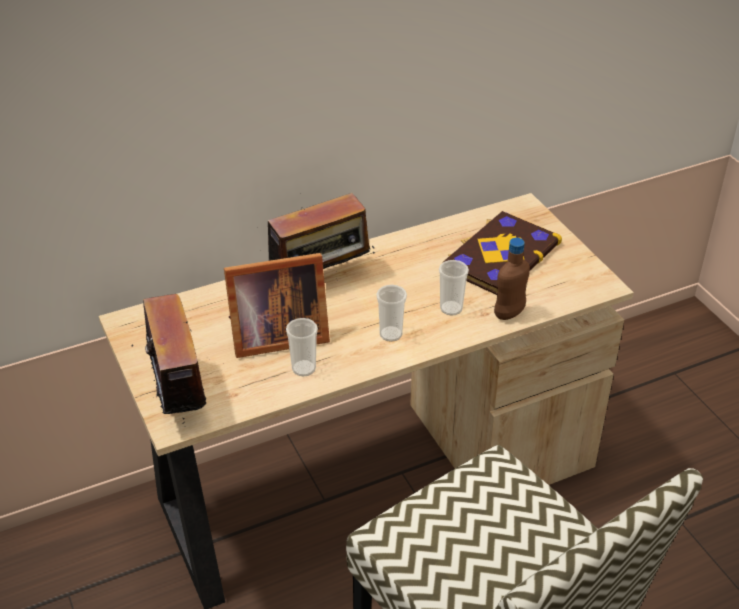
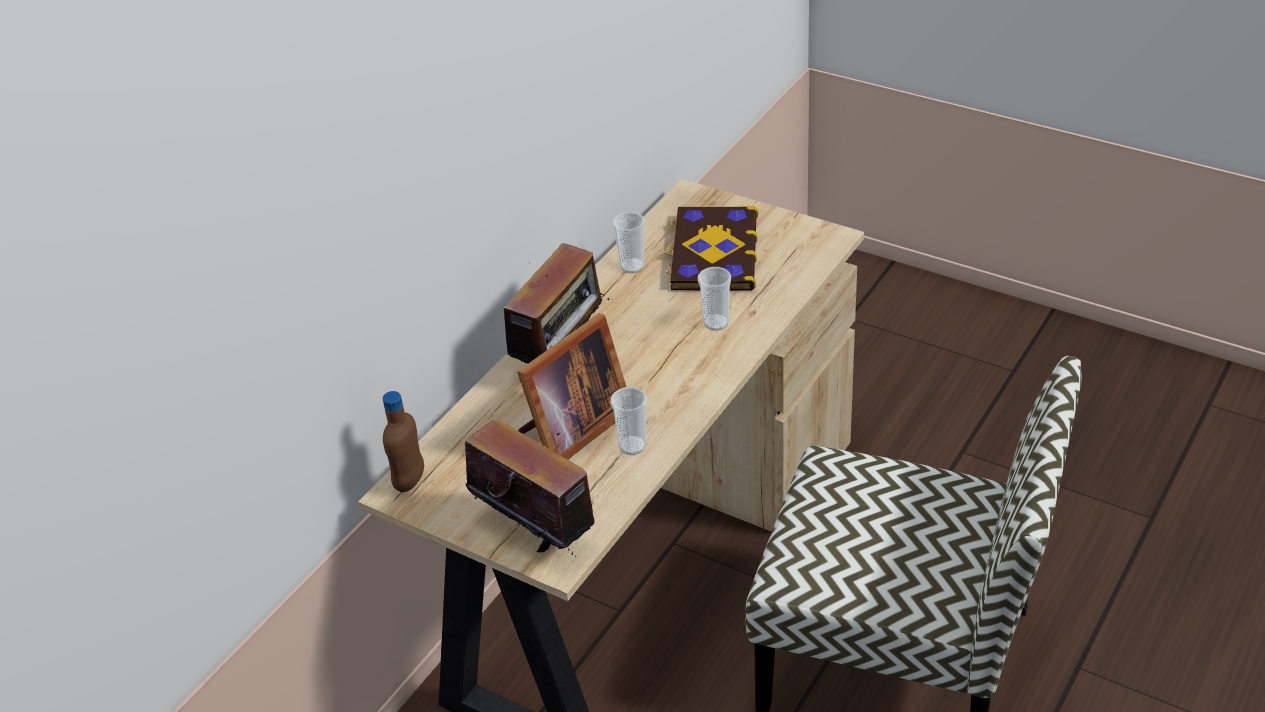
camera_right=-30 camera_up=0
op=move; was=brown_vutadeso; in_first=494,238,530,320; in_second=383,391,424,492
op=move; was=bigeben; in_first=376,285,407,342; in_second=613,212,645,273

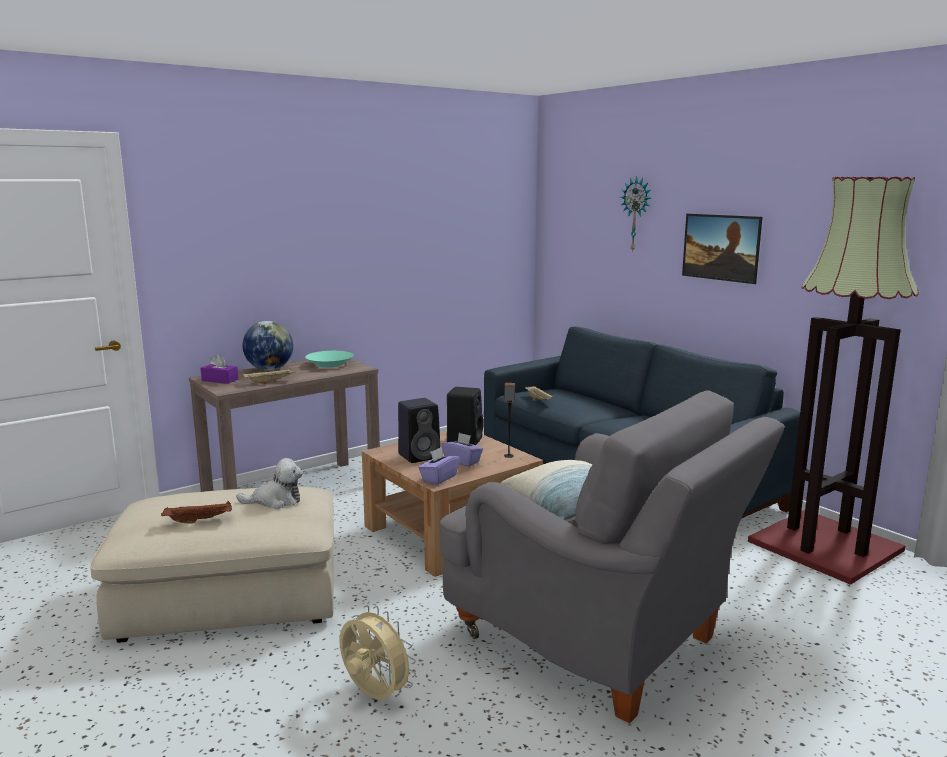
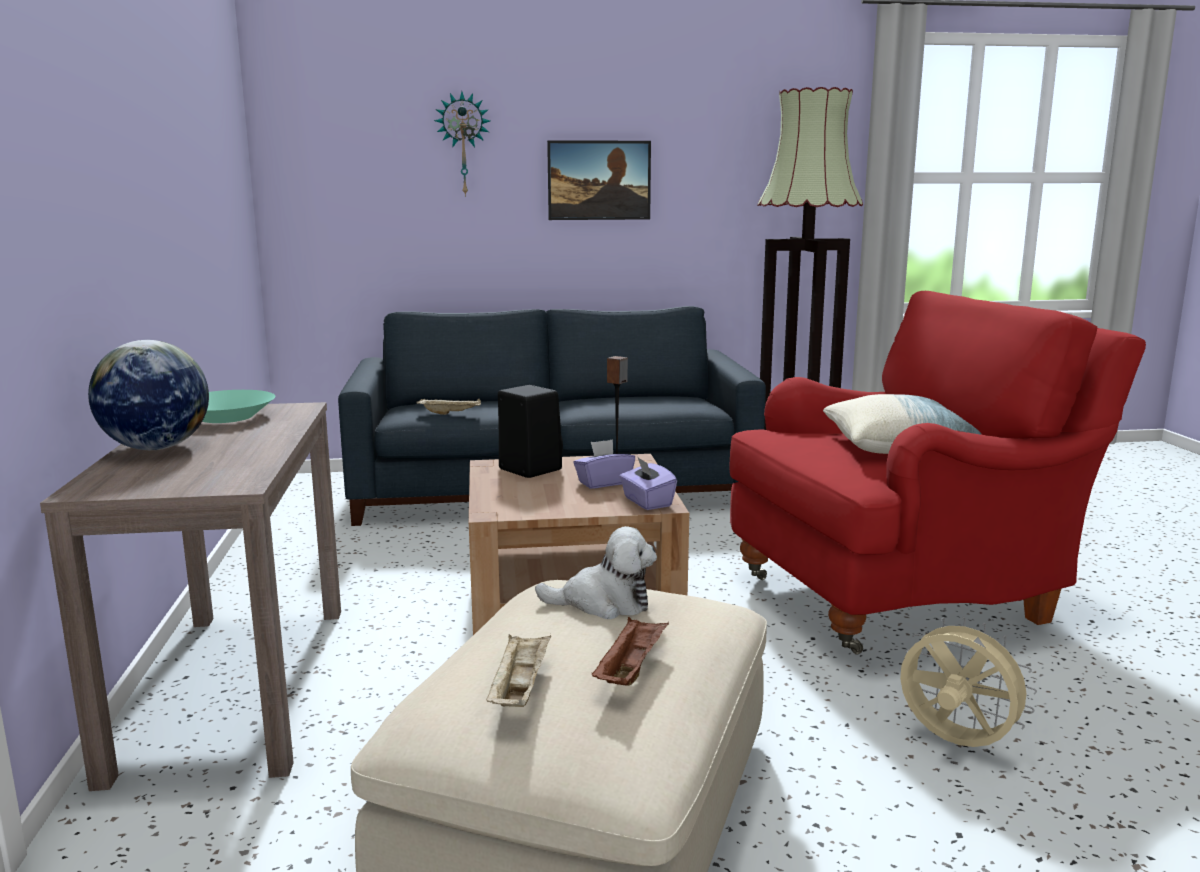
camera_right=-60 camera_up=0
op=delete; was=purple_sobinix; in_first=201,354,238,384
op=move; was=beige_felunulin; in_first=243,368,296,384; in_second=486,634,551,707
op=recolor; was=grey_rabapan; now=red_rabapan; in_first=440,391,785,724; in_second=729,291,1146,654
op=delete; was=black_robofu; in_first=398,398,440,463
op=rotate; was=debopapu; in_first=236,458,303,509; in_second=535,526,657,619; clockwise=75
op=rotate; was=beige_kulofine; in_first=339,605,416,700; in_second=900,617,1037,747; clockwise=60

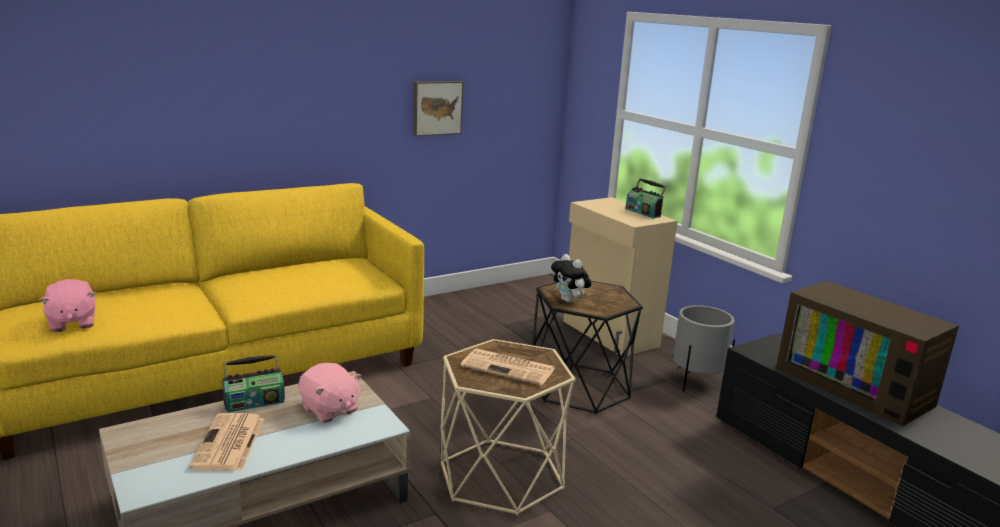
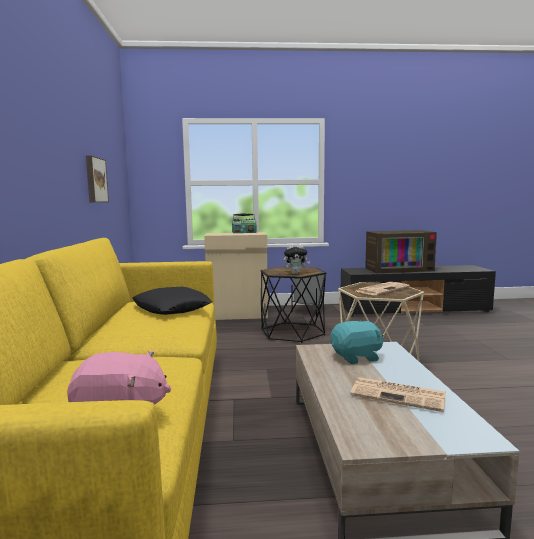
camera_right=-60 camera_up=-10
op=delete; was=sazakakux; in_first=222,355,285,413
op=recolor; was=pink_debopapu; now=turquoise_debopapu; in_first=299,363,362,423; in_second=330,320,384,364
op=insert; now=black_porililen; in_second=132,287,212,315

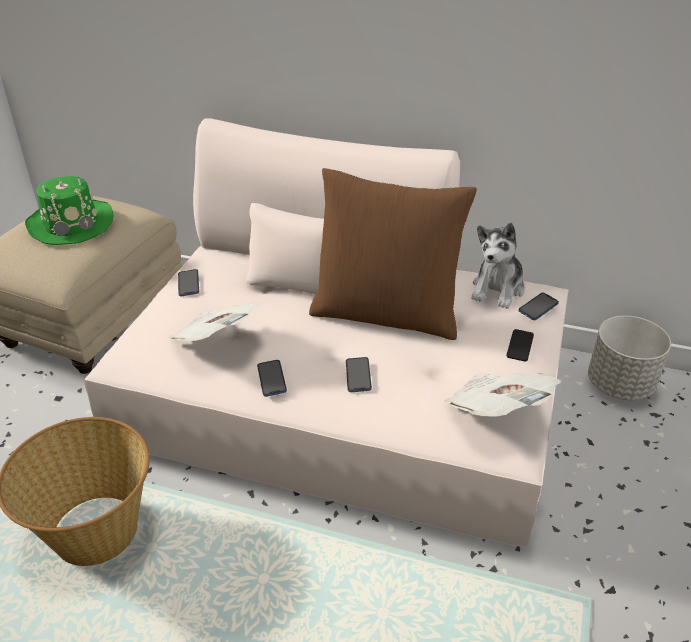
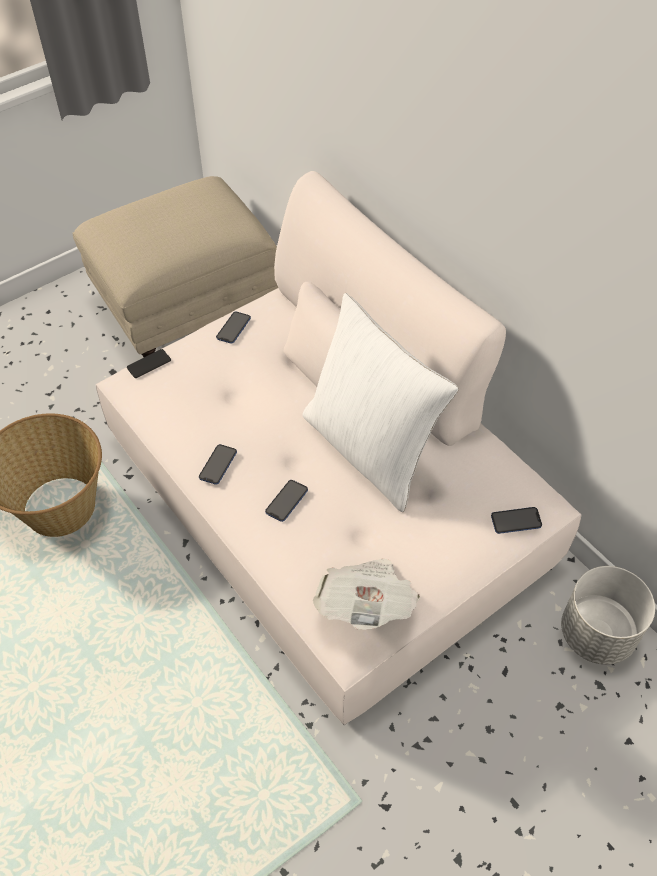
camera_right=35 camera_up=15
op=recolor; was=brown_porililen; now=white_porililen; in_first=309,168,477,340; in_second=303,293,459,512
op=delete; was=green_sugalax; in_first=25,176,114,245
op=delete; was=debopapu; in_first=472,222,525,309
op=delete; was=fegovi; in_first=168,302,262,342
op=move; was=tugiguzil; in_first=506,329,534,362; in_second=127,349,171,378

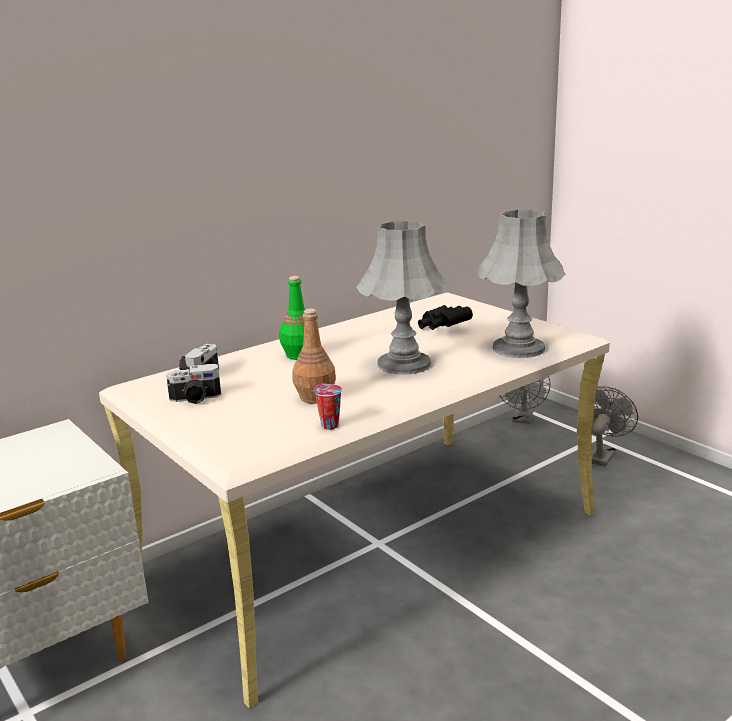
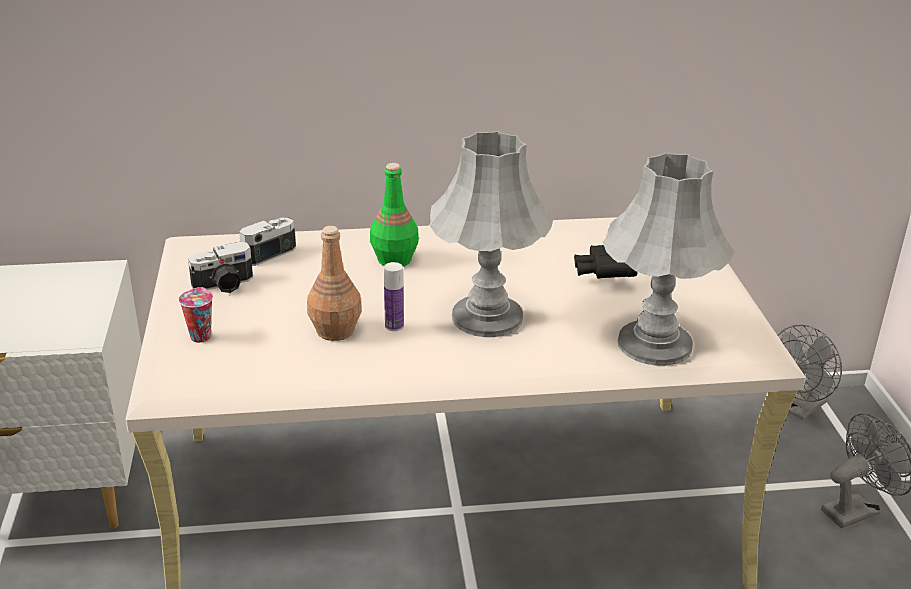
camera_right=30 camera_up=10
op=rotate; was=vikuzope; in_first=166,364,221,404; in_second=188,242,253,293; clockwise=-45
op=move; was=bigeben; in_first=314,384,342,430; in_second=179,287,213,343
op=insert; now=vutadeso; in_second=384,262,404,331

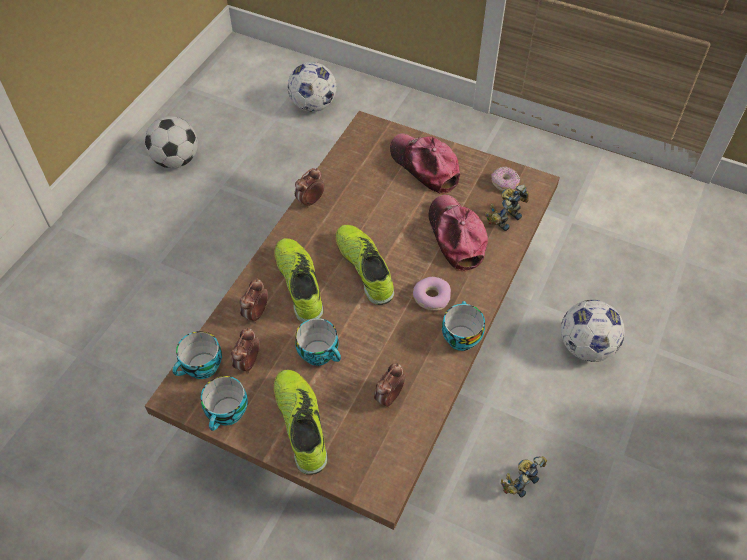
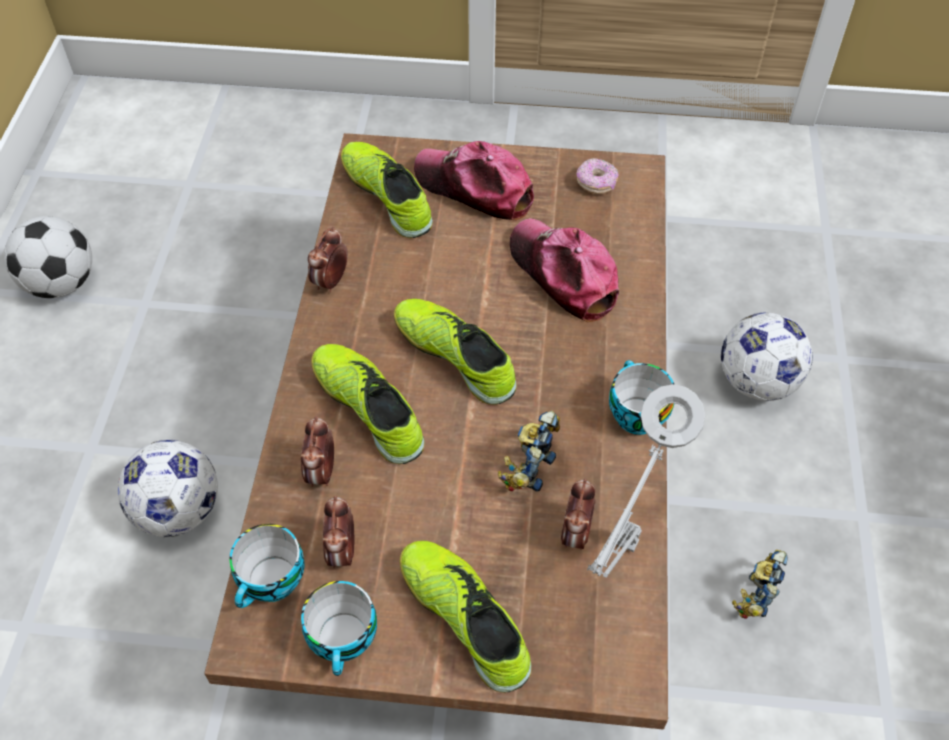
camera_right=-20 camera_up=0
op=move; was=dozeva; in_first=288,62,337,112; in_second=118,440,218,537
op=move; was=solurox; in_first=485,185,529,231; in_second=498,411,560,492
op=delete; was=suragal; in_first=413,277,451,311
op=delete; was=bigeben; in_first=295,318,341,366
op=insert; now=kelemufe; in_second=341,142,433,238
op=insert; now=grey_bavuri; in_second=587,384,705,578

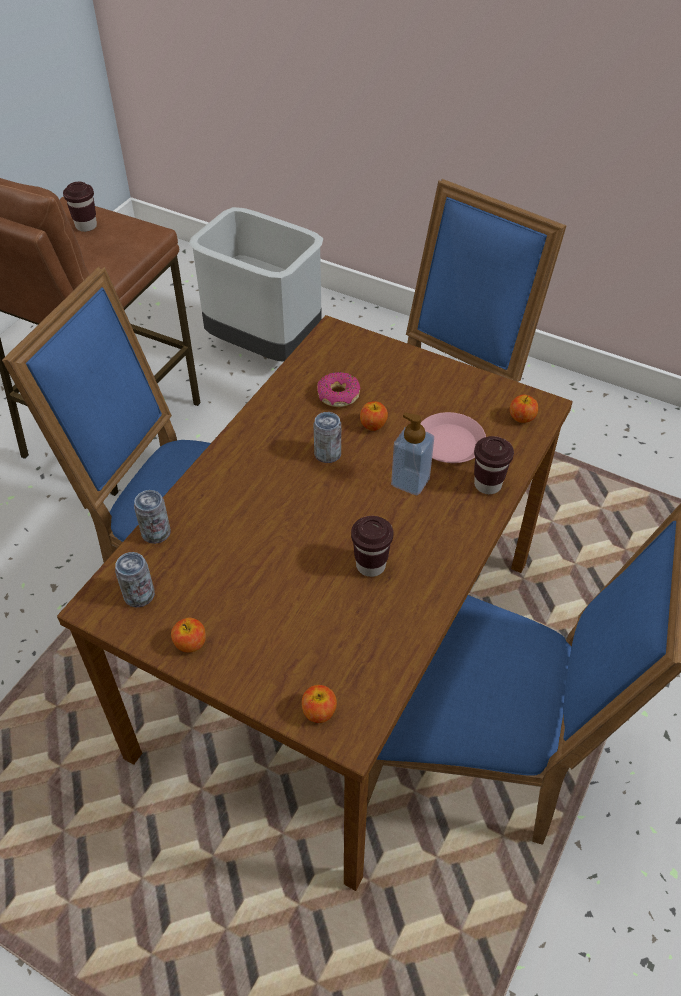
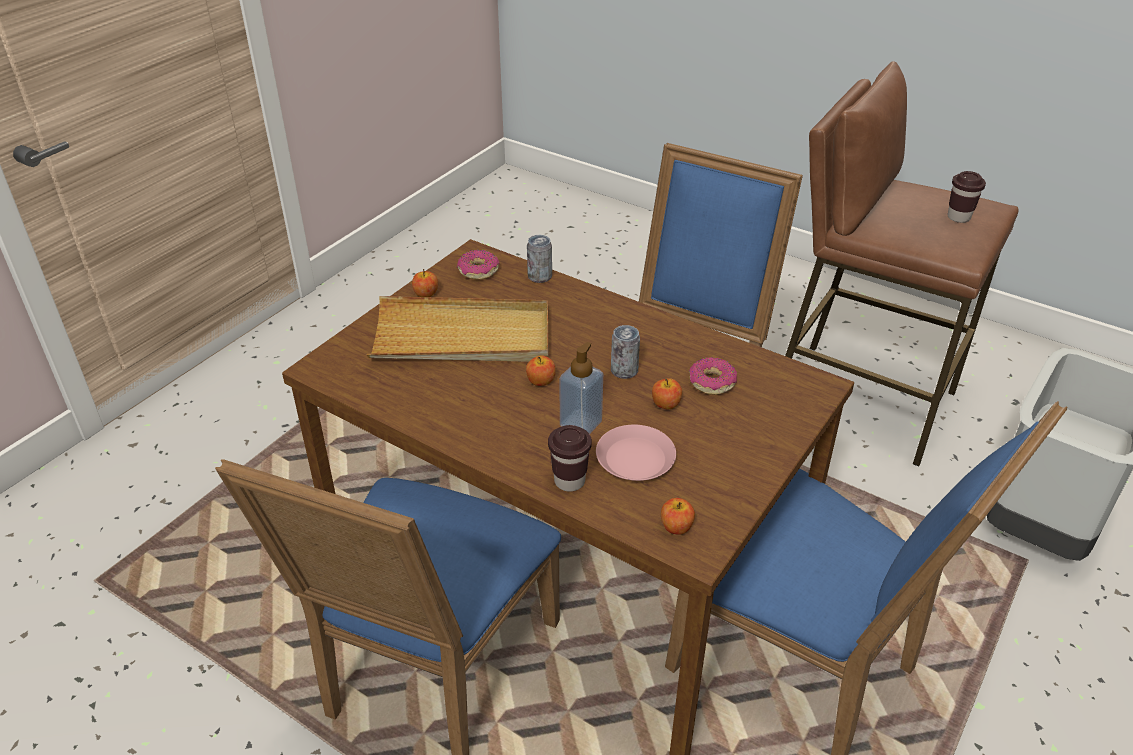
camera_right=95 camera_up=-10
op=delete; was=brown_bigeben; in_first=351,516,393,577
op=replace; was=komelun; now=suragal; in_first=115,552,155,608; in_second=457,250,500,280
op=move; was=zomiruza; in_first=302,685,337,723; in_second=526,355,556,386
op=insert; now=beige_felunulin; in_second=367,296,548,362

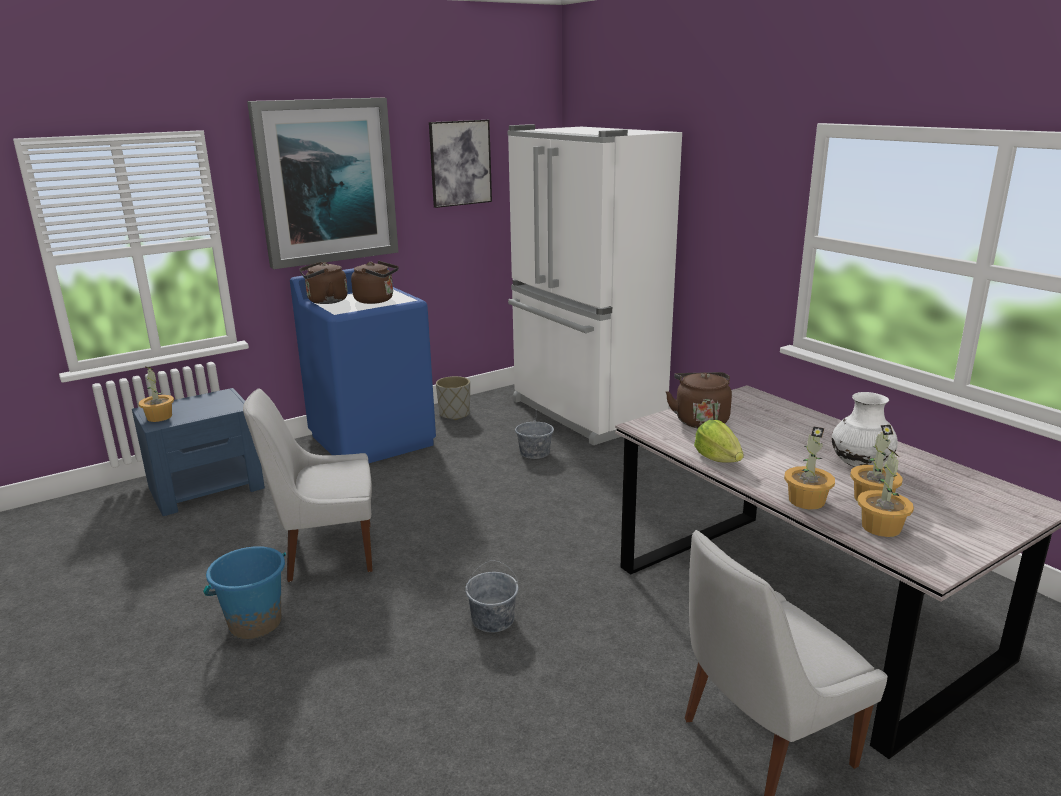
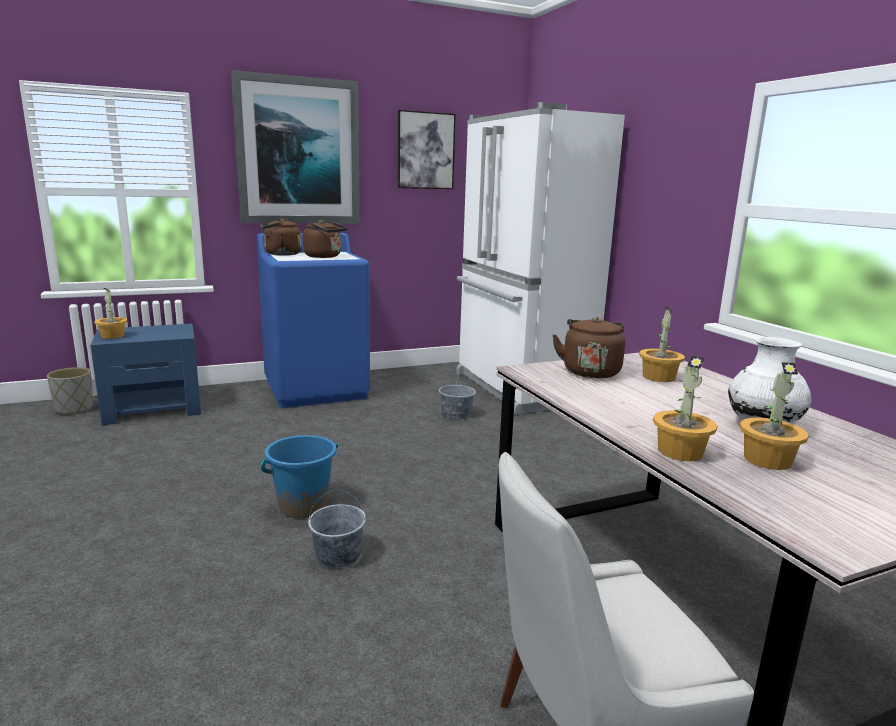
camera_right=10 camera_up=-5
op=move; was=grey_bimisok; in_first=436,376,470,420; in_second=47,367,93,415
op=delete; was=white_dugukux; in_first=243,388,373,582
op=delete; was=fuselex; in_first=694,420,744,463
op=move; was=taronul; in_first=857,448,914,537; in_second=639,306,685,382
op=move; was=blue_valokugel; in_first=203,546,286,639; in_second=261,435,339,518

